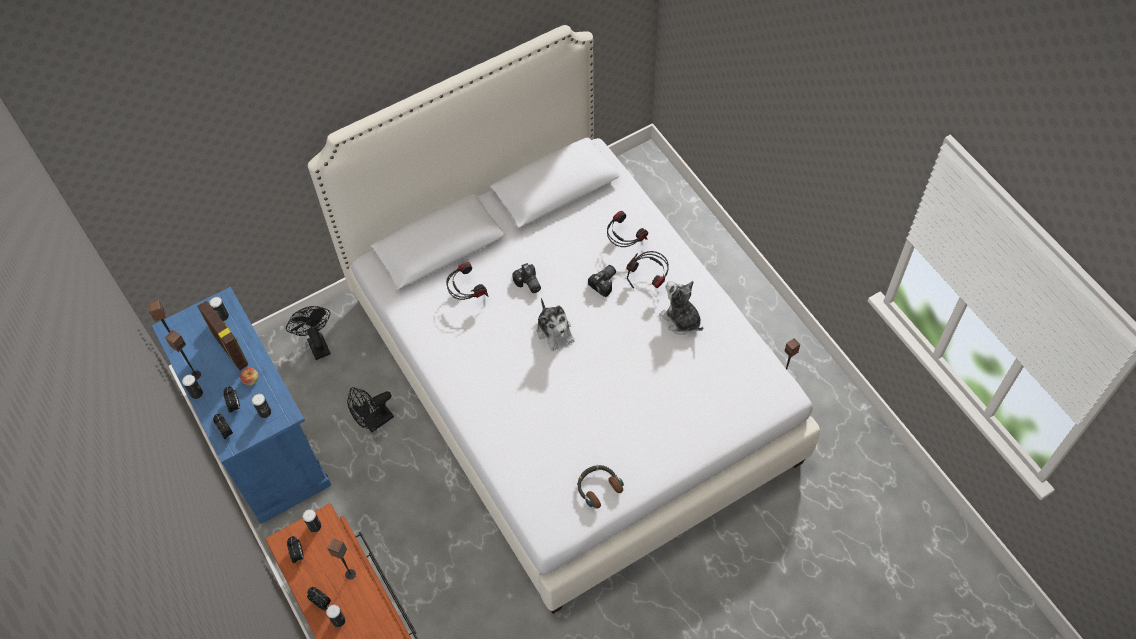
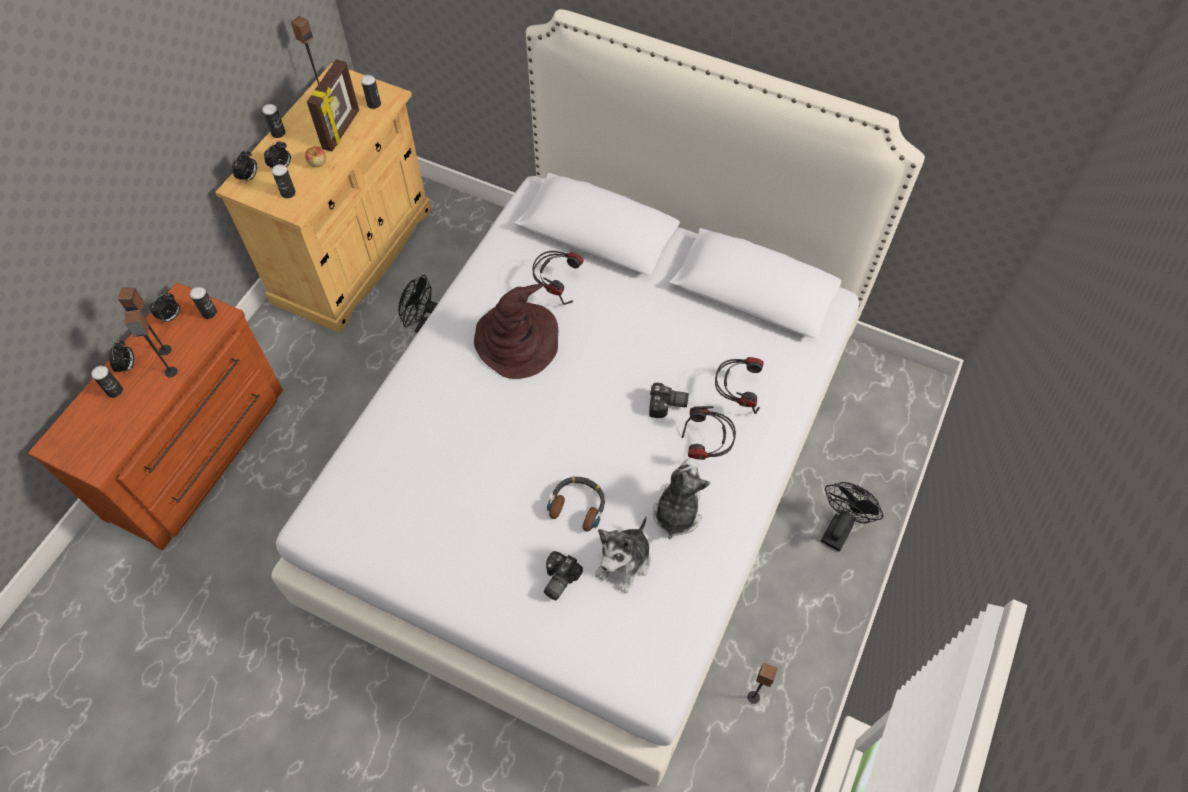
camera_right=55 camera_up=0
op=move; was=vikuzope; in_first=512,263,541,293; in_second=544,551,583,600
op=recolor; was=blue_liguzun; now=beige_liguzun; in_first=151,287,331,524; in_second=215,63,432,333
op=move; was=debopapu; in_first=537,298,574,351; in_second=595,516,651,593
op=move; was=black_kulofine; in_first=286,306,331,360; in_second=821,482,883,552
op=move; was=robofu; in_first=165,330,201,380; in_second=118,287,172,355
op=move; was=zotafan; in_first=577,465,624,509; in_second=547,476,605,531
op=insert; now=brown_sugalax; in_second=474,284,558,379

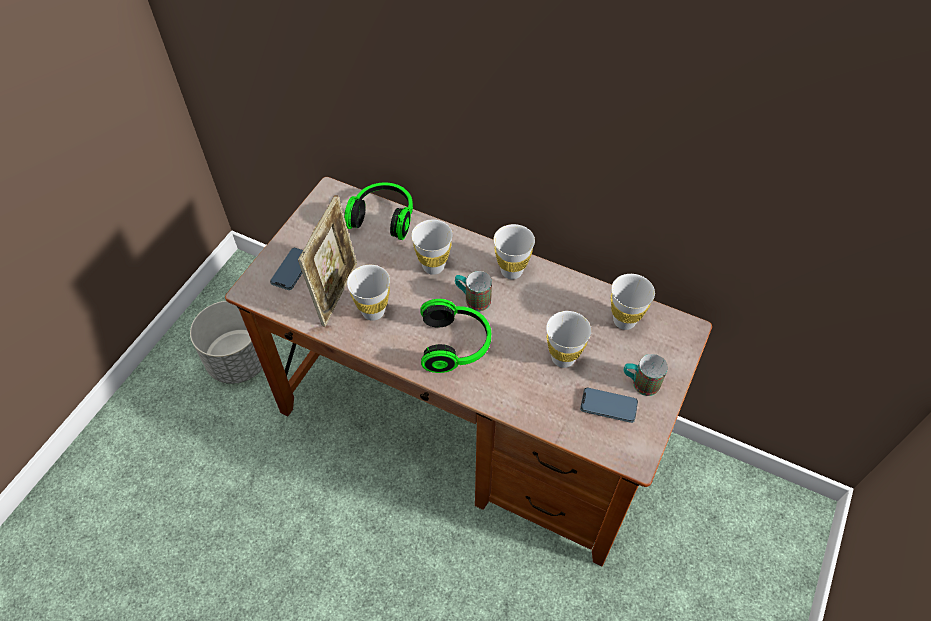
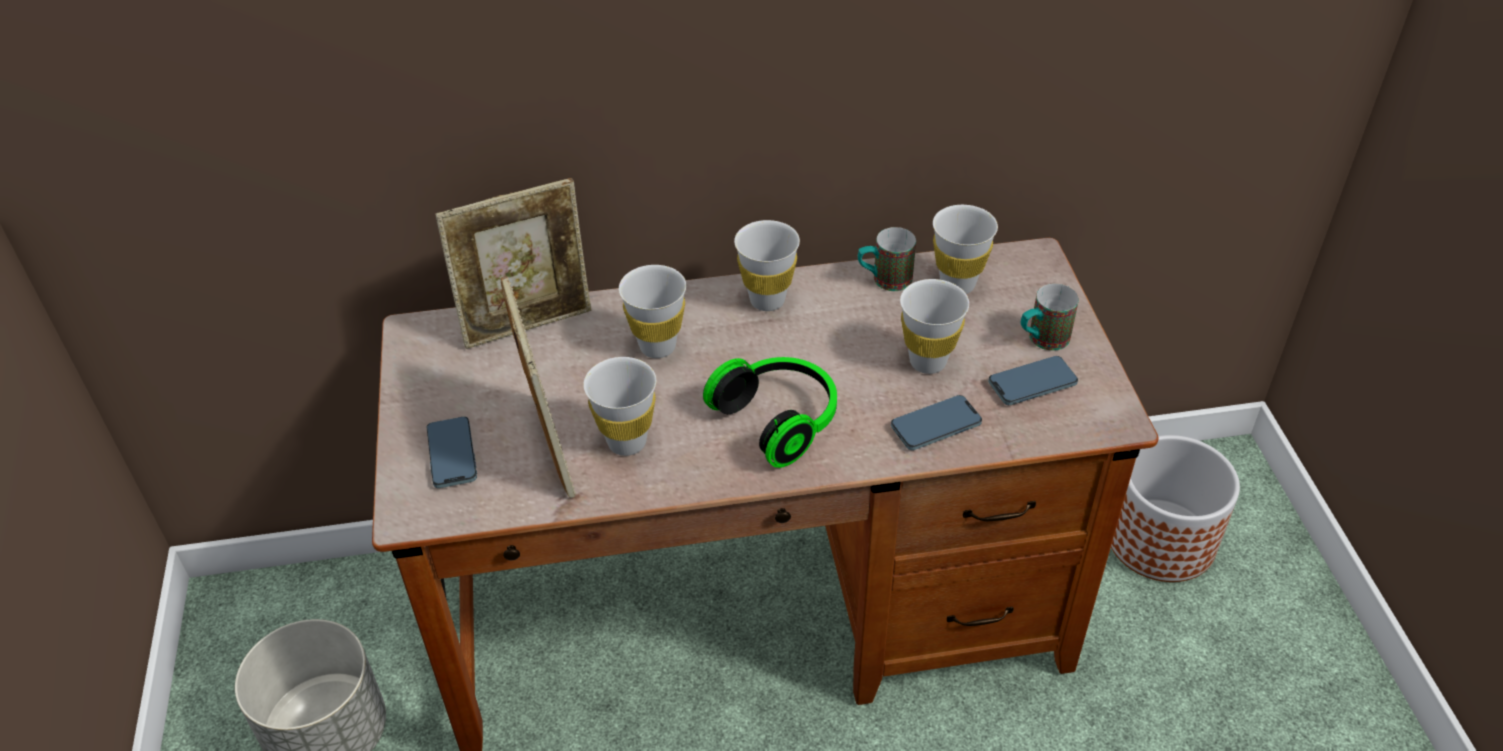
camera_right=-35 camera_up=-10
op=replace; was=zotafan; now=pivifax; in_first=344,183,413,240; in_second=435,178,591,349
op=move; was=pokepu; in_first=455,271,492,311; in_second=858,227,916,291
op=insert; now=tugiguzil; in_second=891,395,982,450
op=insert; now=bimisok; in_second=1111,435,1240,582

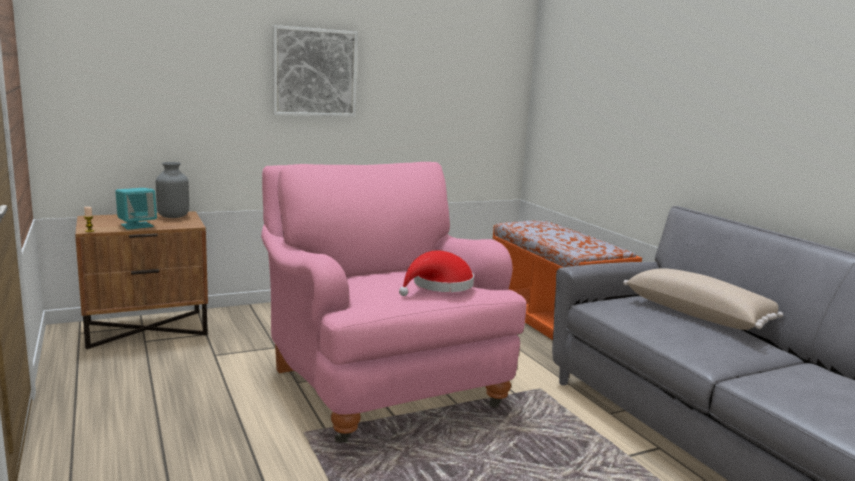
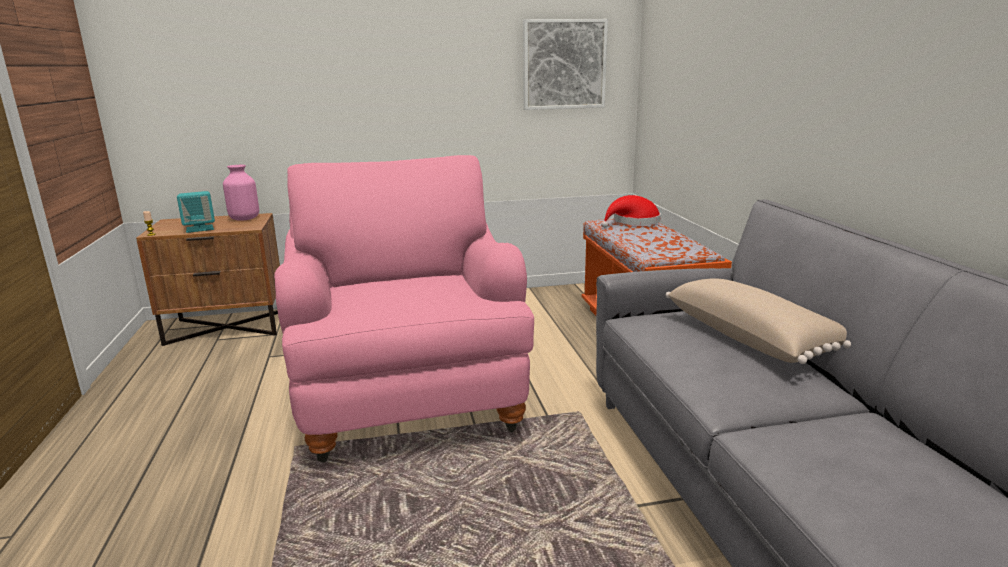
camera_right=15 camera_up=5
op=move; was=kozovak; in_first=272,25,358,117; in_second=523,19,608,110
op=recolor; was=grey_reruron; now=pink_reruron; in_first=156,162,189,218; in_second=223,165,259,221
op=move; was=red_sugalax; in_first=399,250,474,296; in_second=601,195,661,228

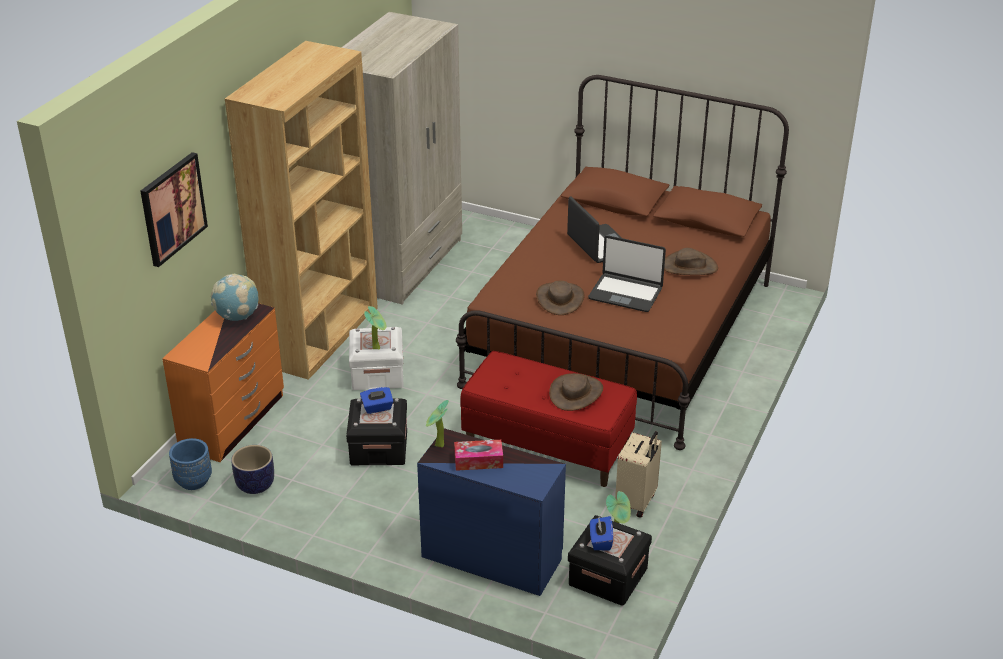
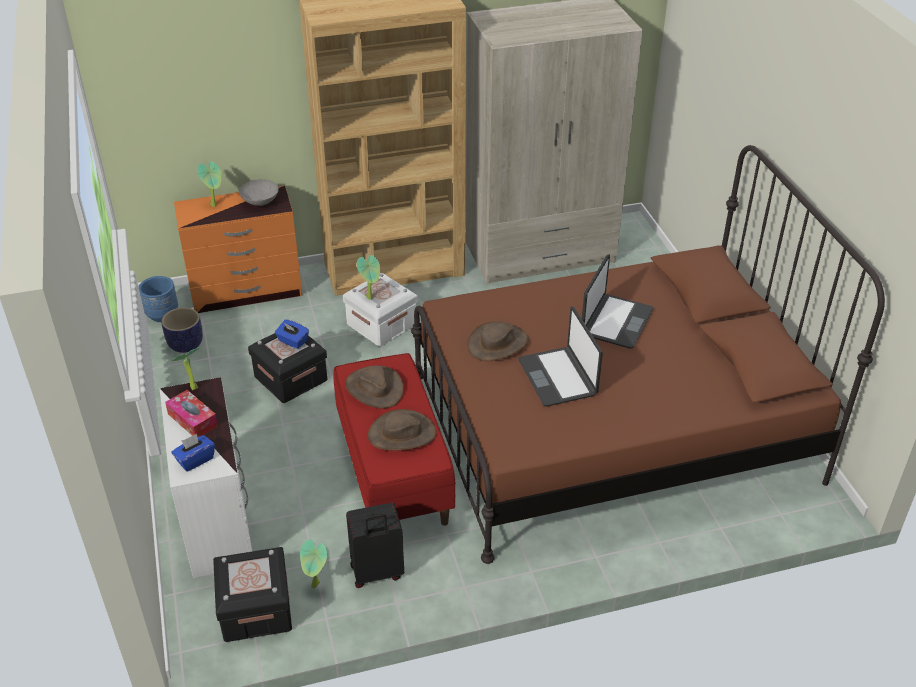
camera_right=50 camera_up=5
op=delete; was=kozovak; in_first=141,152,208,267
op=move; was=brown_sugalax; in_first=664,248,718,275; in_second=345,365,404,409
op=replace; was=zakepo; now=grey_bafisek; in_first=211,274,259,321; in_second=239,179,279,206
op=recolor; was=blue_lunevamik; now=white_lunevamik; in_first=417,428,566,596; in_second=160,377,252,578
op=recolor; was=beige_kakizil; now=black_kakizil; in_first=615,431,662,518; in_second=346,503,404,588
op=move; was=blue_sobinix; in_first=590,516,613,550; in_second=171,434,215,472
op=insert; now=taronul; in_second=197,161,221,207

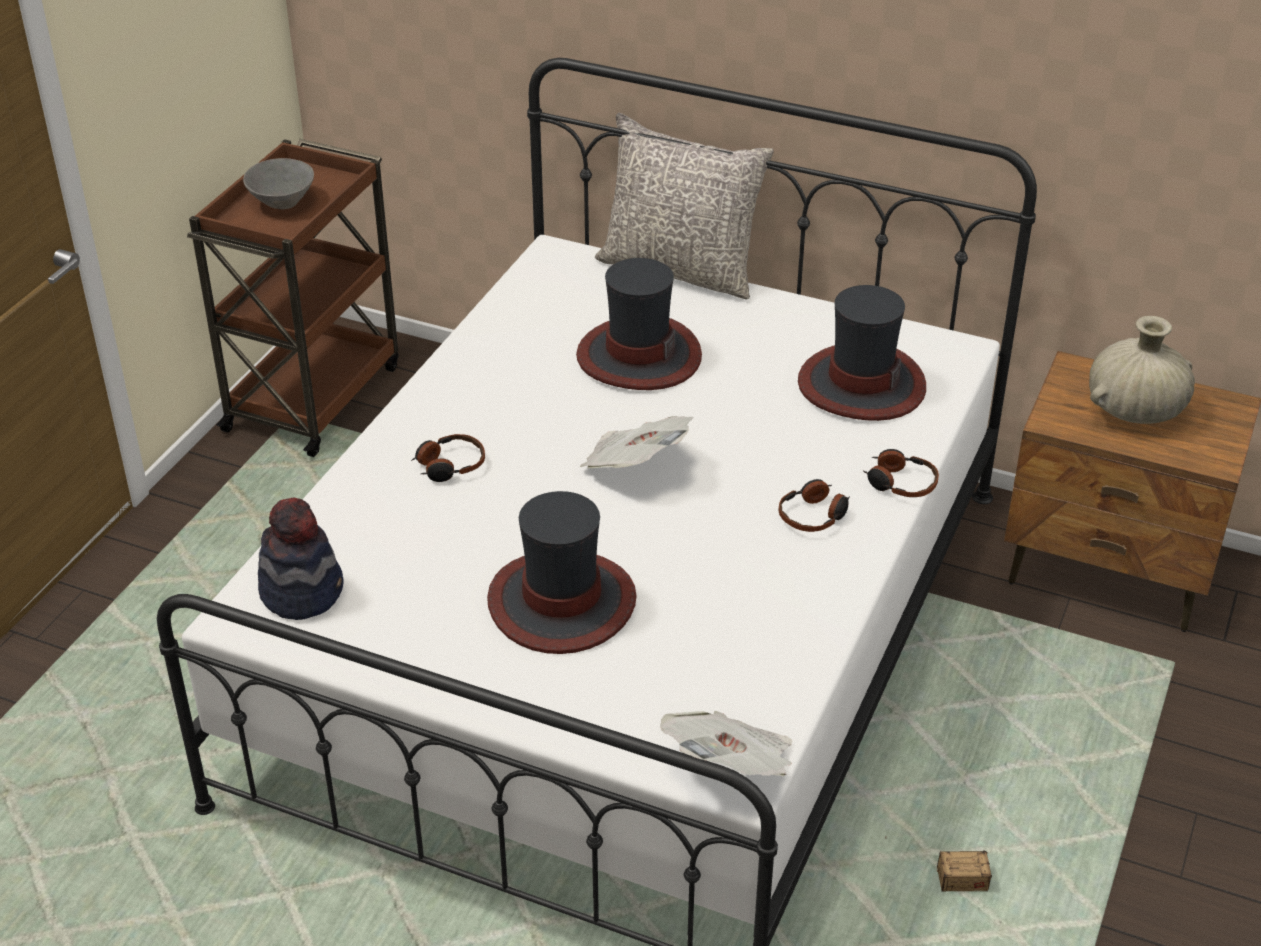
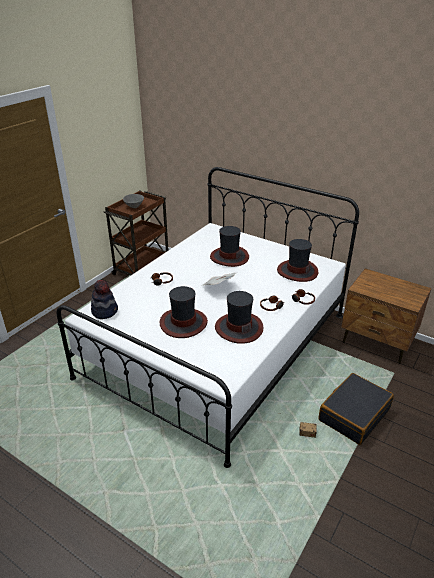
camera_right=10 camera_up=-5
op=delete; was=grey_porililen; in_first=595,113,774,299
op=delete; was=beige_reruron; in_first=1089,316,1195,424
op=delete; was=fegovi; in_first=660,711,793,776
op=insert; now=sugalax; in_second=215,291,264,344
op=insert; now=black_kakizil; in_second=318,373,394,445

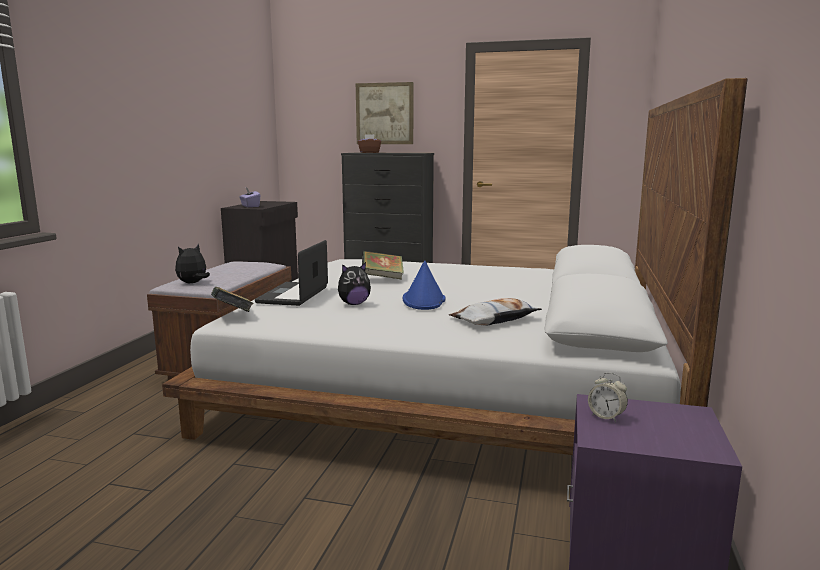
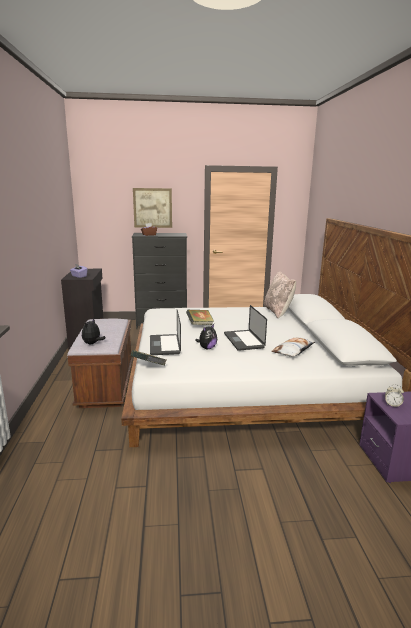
camera_right=-20 camera_up=5
op=replace; was=blue_sugalax; now=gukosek; in_first=403,261,445,310; in_second=224,305,267,351
op=insert; now=beige_porililen; in_second=264,271,296,318

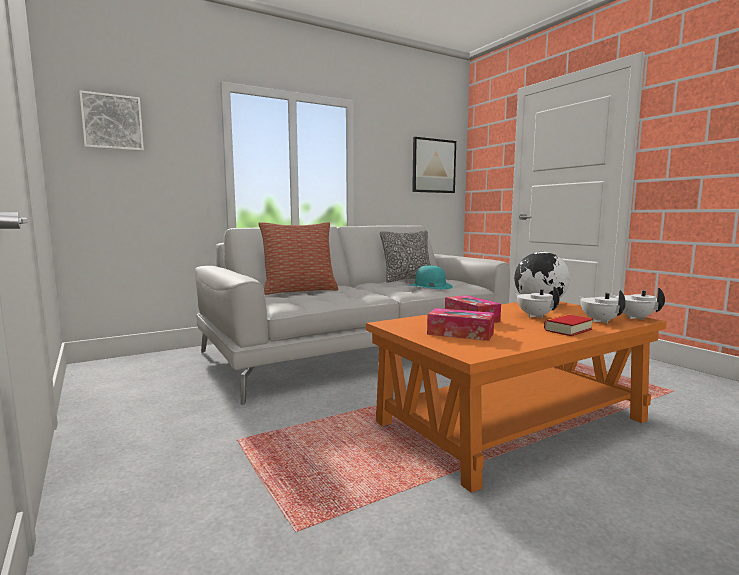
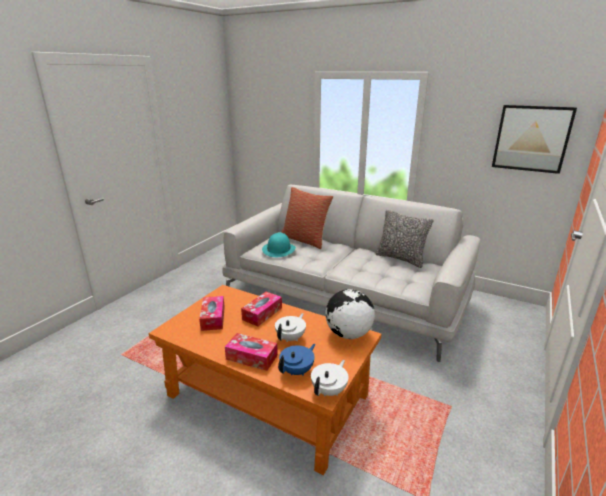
camera_right=60 camera_up=15
op=delete; was=kozovak; in_first=79,90,144,151
op=move; was=turquoise_sugalax; in_first=408,266,453,289; in_second=262,233,296,257
op=recolor; was=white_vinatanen; now=blue_vinatanen; in_first=579,290,626,323; in_second=278,344,316,376
op=replace; was=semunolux; now=sobinix; in_first=544,314,593,336; in_second=225,333,278,371

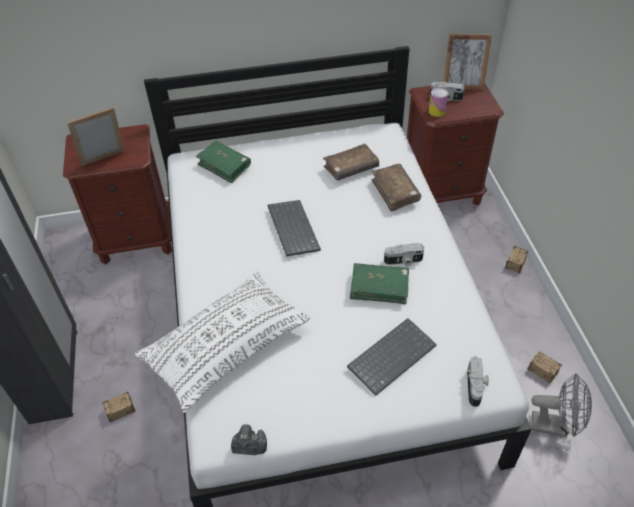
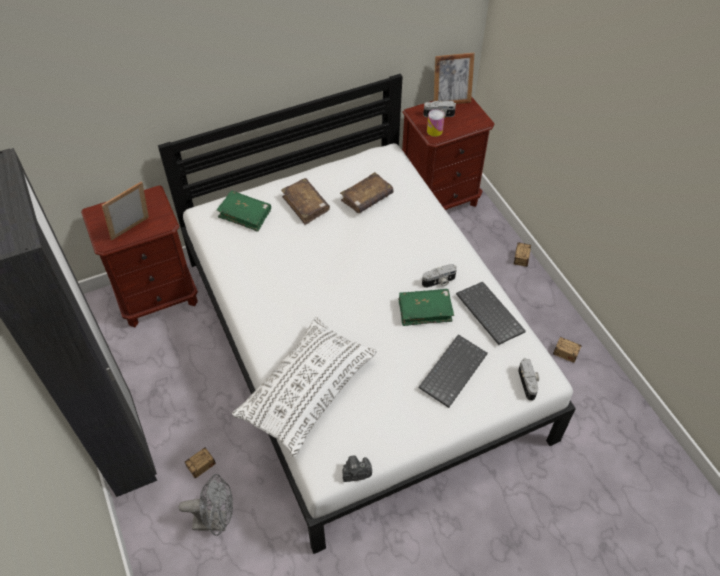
camera_right=-15 camera_up=5
op=move; was=brown_semunolux; in_first=371,164,421,212; in_second=281,178,330,225
op=move; was=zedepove; in_first=268,200,321,257; in_second=456,282,526,345
op=move; was=grey_kulofine; in_first=531,373,592,437; in_second=178,474,233,536

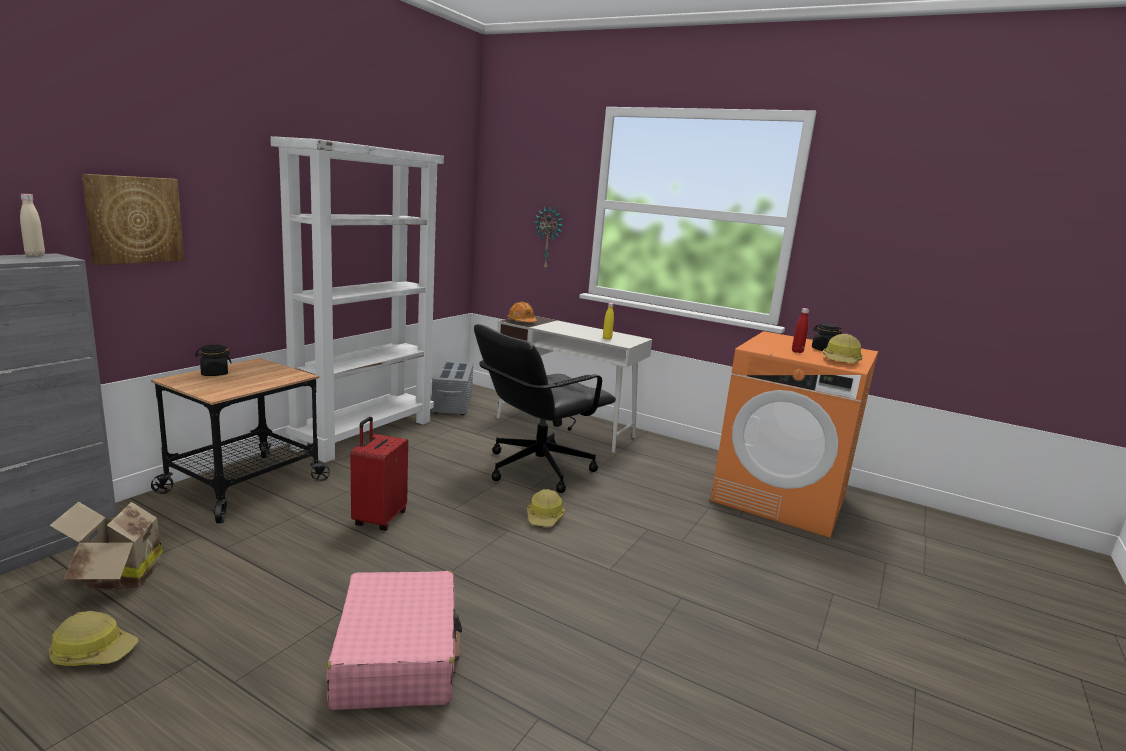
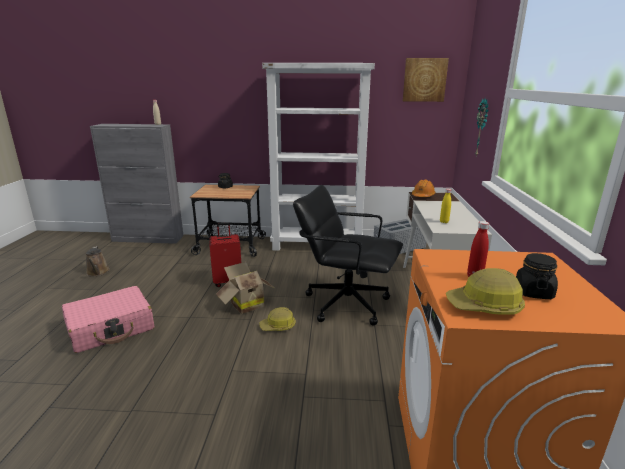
camera_right=65 camera_up=5
op=move; was=kozovak; in_first=82,174,184,265; in_second=403,58,449,102
op=move; was=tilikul; in_first=49,501,170,590; in_second=216,262,276,314
op=replace; was=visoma; now=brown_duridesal; in_first=49,611,139,666; in_second=86,246,110,276

